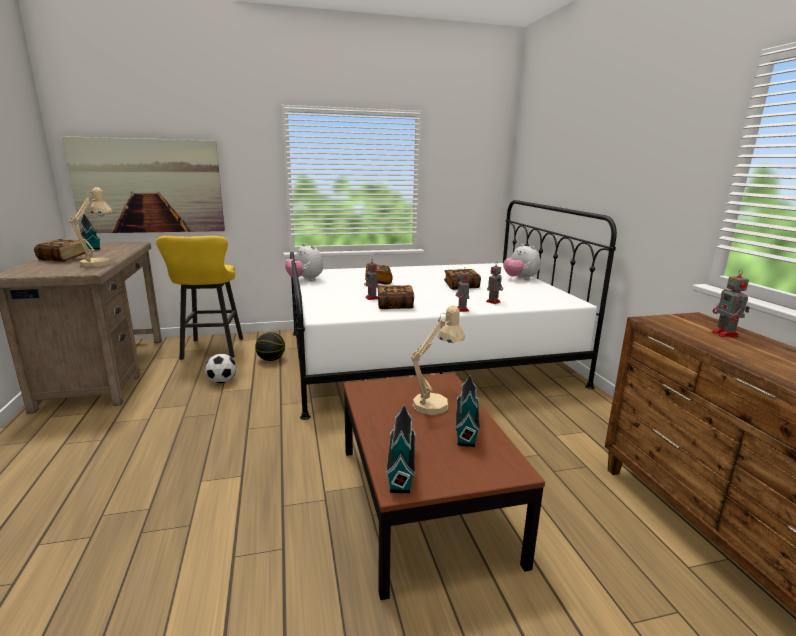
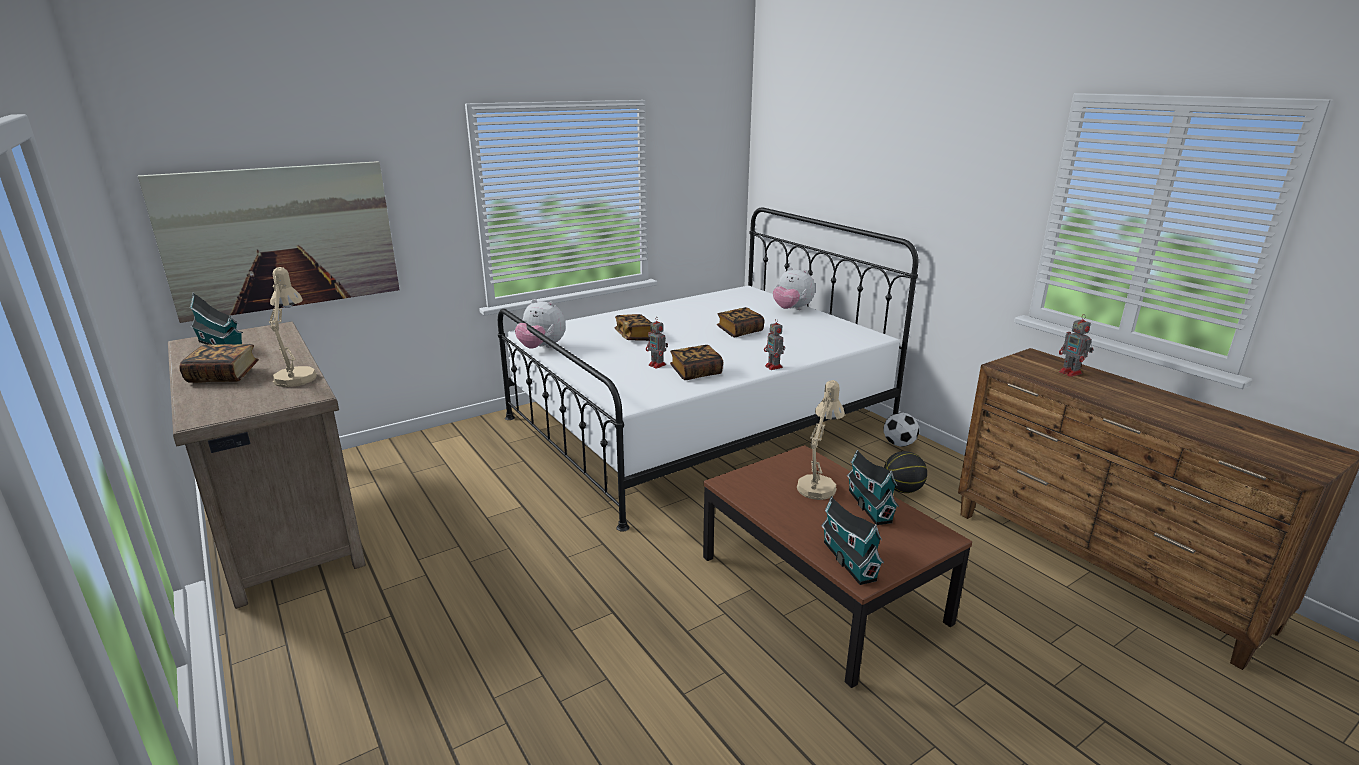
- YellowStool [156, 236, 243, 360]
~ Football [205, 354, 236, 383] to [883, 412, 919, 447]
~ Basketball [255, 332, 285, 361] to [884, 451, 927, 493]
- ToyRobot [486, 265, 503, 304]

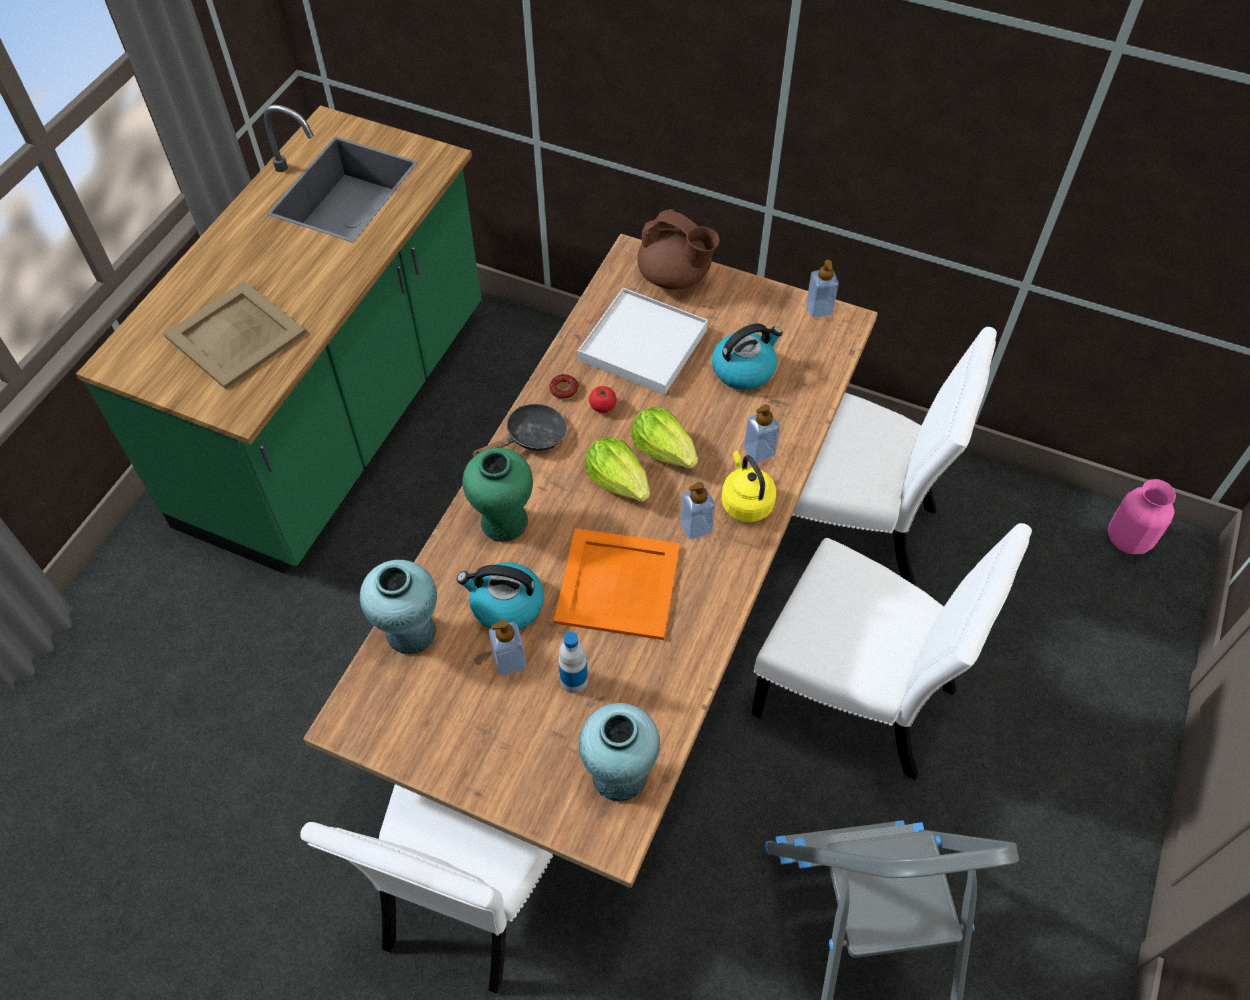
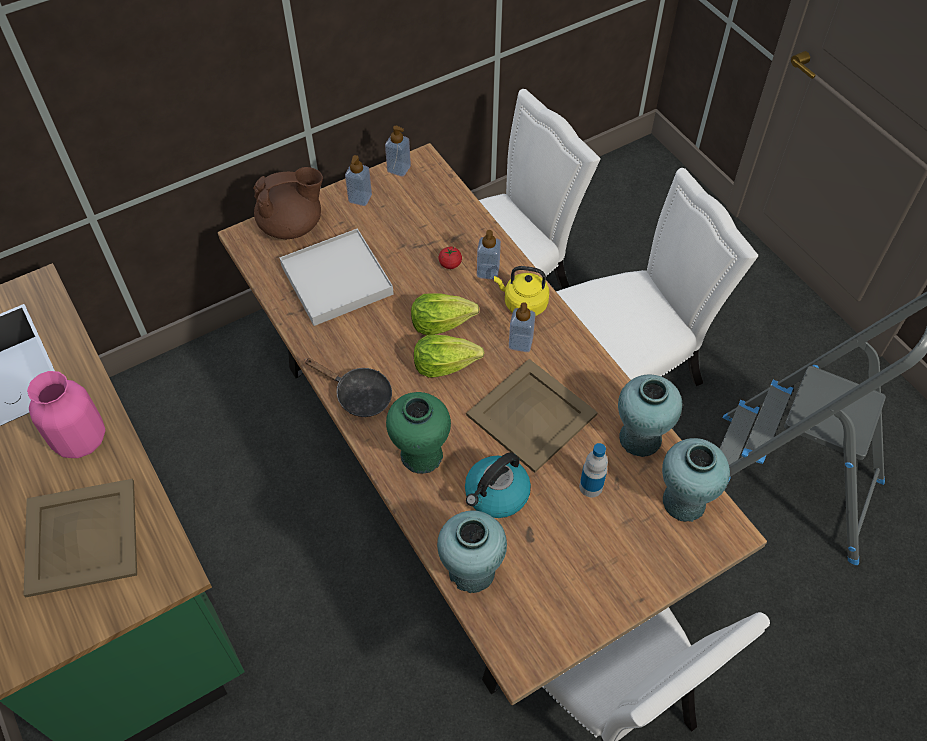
~ BlackFryingPan [472, 404, 567, 457] = [305, 358, 392, 417] 120 degrees clockwise
~ SoapDispenser [489, 620, 526, 676] to [345, 155, 372, 206]
- Donut [549, 374, 579, 400]
~ OrangeTray [554, 528, 680, 640] to BeigeTray [466, 359, 598, 473]
~ Tomato [589, 386, 617, 413] to [439, 247, 462, 269]
- Kettle [712, 323, 783, 390]
~ PinkVase [1108, 479, 1176, 554] to [27, 371, 105, 458]
+ TurquoiseVase [618, 374, 682, 457]

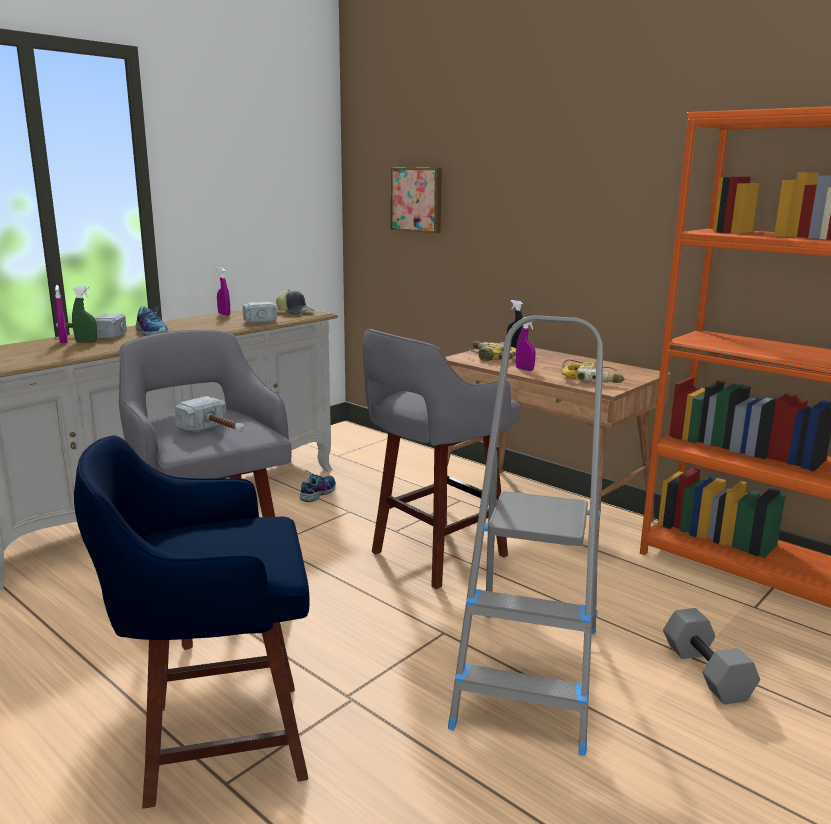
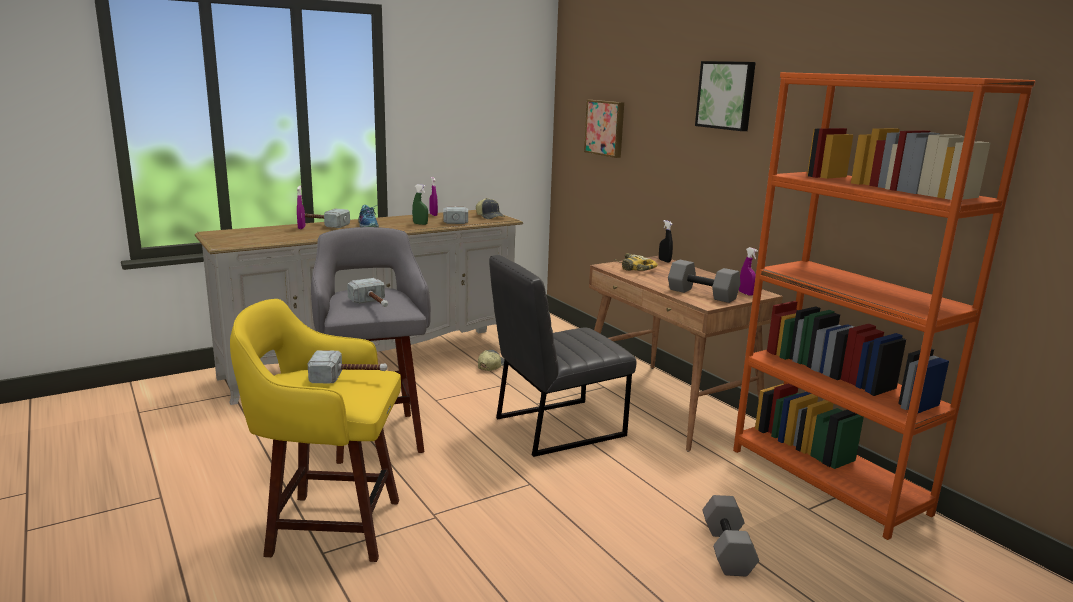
~ GreenSprayBottle [72, 286, 97, 343] to [412, 184, 428, 225]
~ BlueStool [74, 435, 310, 809] to YellowStool [230, 299, 401, 562]
~ Shoe [300, 472, 336, 502] to Cap [478, 350, 504, 371]
~ GreyStool [363, 329, 520, 589] to GreyChair [489, 255, 636, 457]
- GreyStepLadder [448, 315, 603, 756]
~ PurpleSprayBottle [516, 317, 535, 371] to [739, 247, 758, 296]
~ PowerDrill [561, 360, 625, 383] to GreyDumbbell [668, 260, 741, 303]
+ Hammer [308, 350, 387, 383]
+ Picture [695, 61, 756, 131]

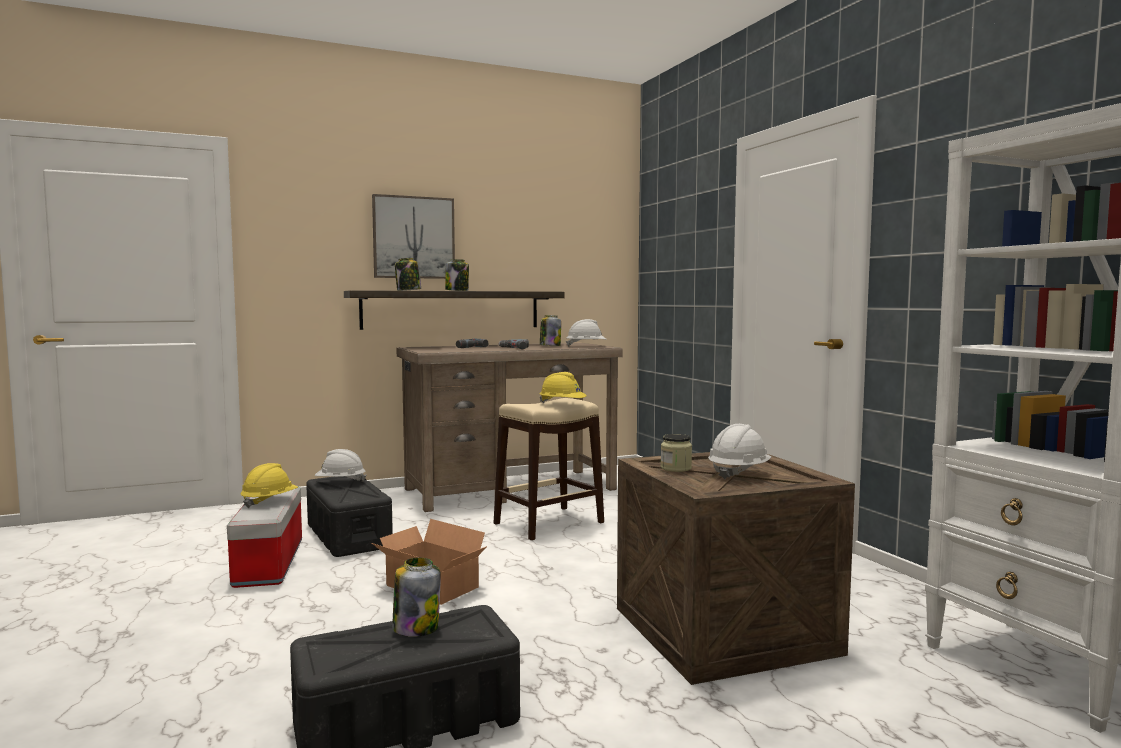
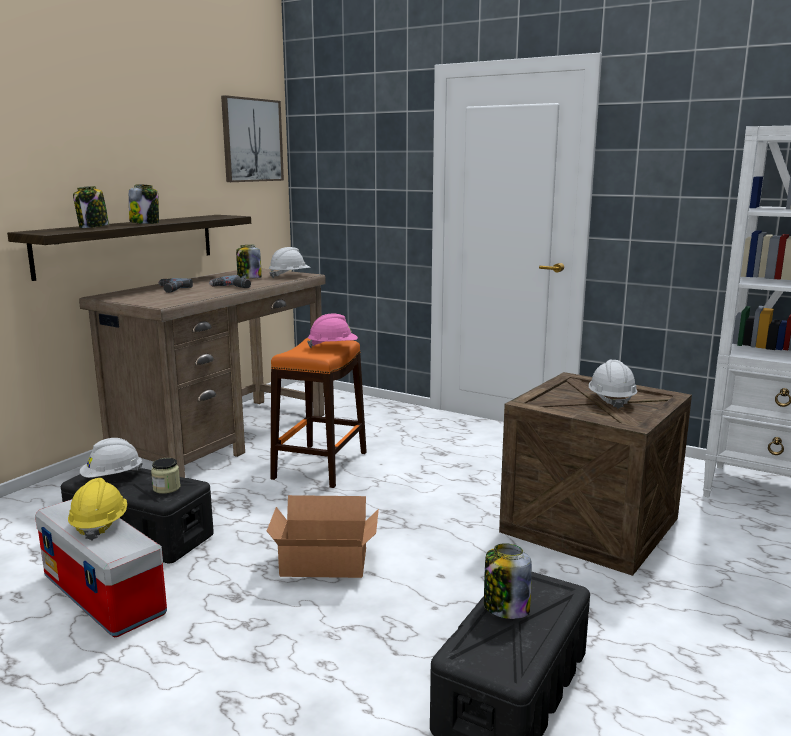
~ Picture [372, 194, 455, 279] to [221, 95, 284, 182]
~ BeigeStool [494, 398, 604, 540] to OrangeStool [270, 338, 367, 488]
~ YellowHardHat [540, 372, 587, 403] to PinkHardHat [307, 313, 358, 348]
~ Jar [661, 434, 692, 472] to [151, 458, 180, 494]

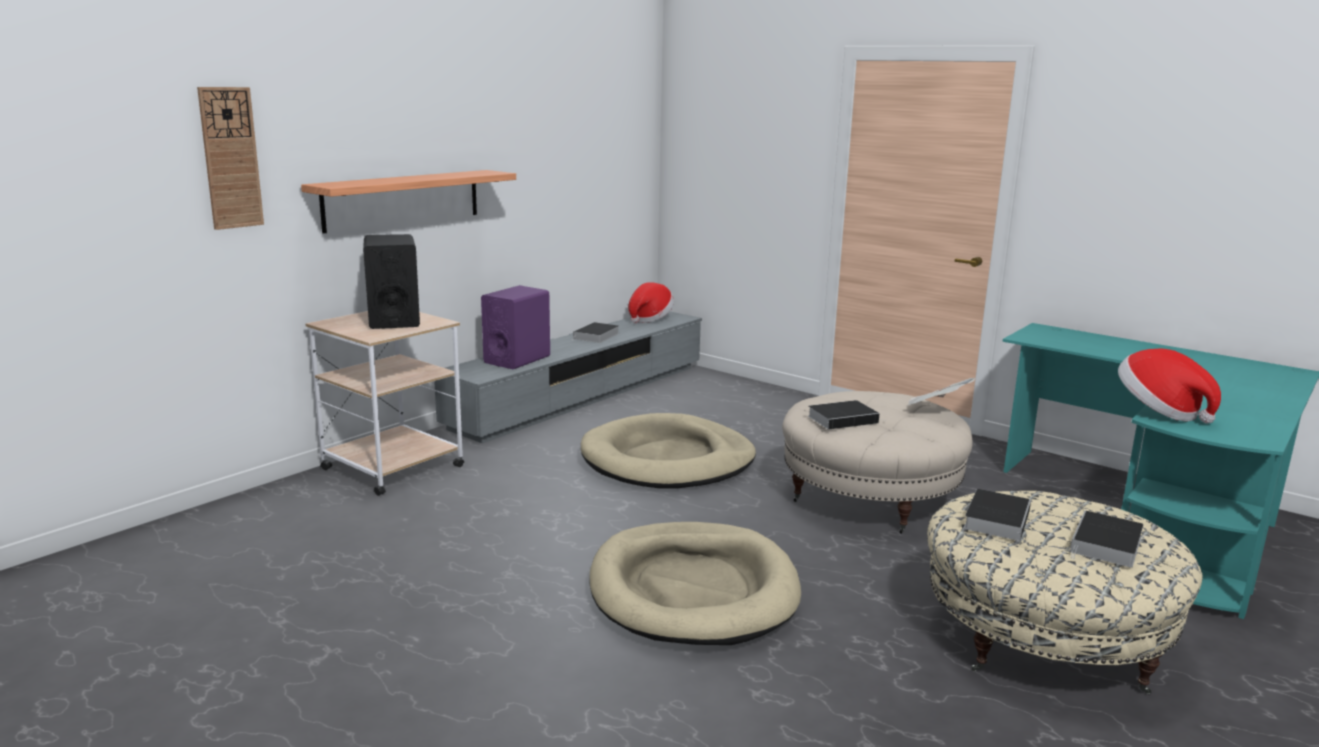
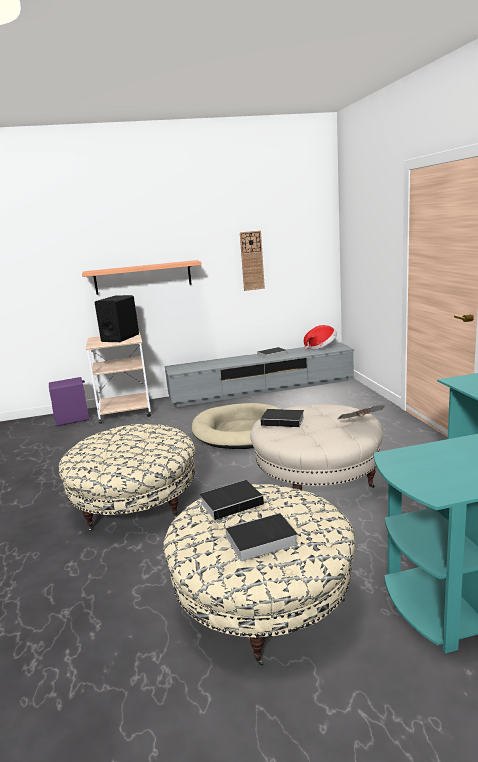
~ WallClock [197, 87, 264, 230] to [240, 231, 265, 291]
~ PurpleSpeaker [481, 285, 550, 369] to [49, 377, 89, 426]
~ BeigeDogBed [589, 522, 801, 645] to BeigeOttoman [59, 424, 195, 531]
- Hat [1118, 348, 1221, 424]

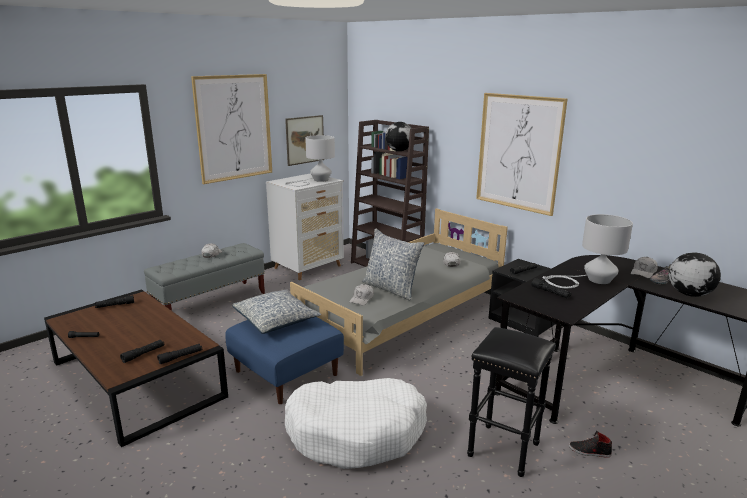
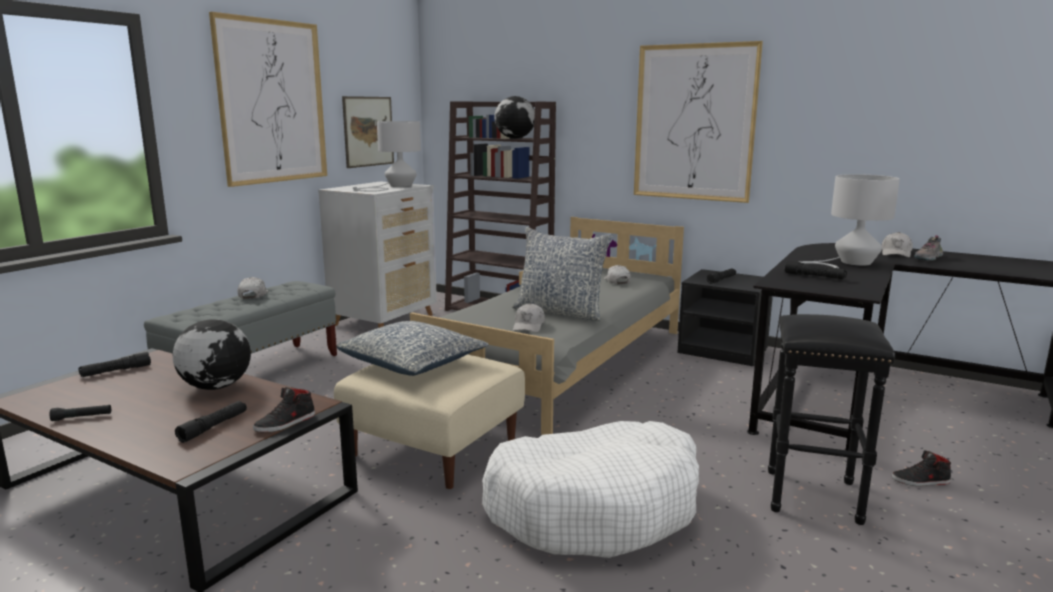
~ BlackFlashlight [157, 344, 202, 364] to BlackShoe [253, 387, 315, 432]
~ BlueOttoman [225, 317, 344, 404] to BeigeOttoman [334, 354, 525, 489]
~ Globe [669, 252, 721, 297] to [173, 319, 251, 390]

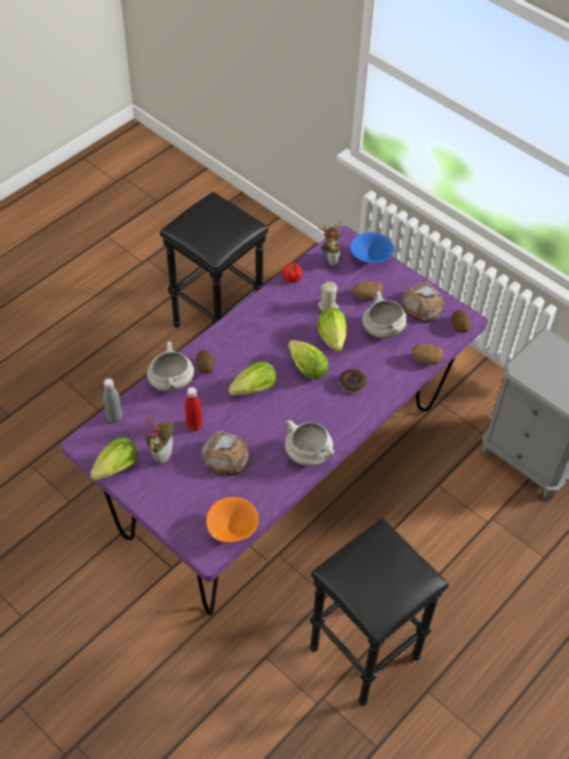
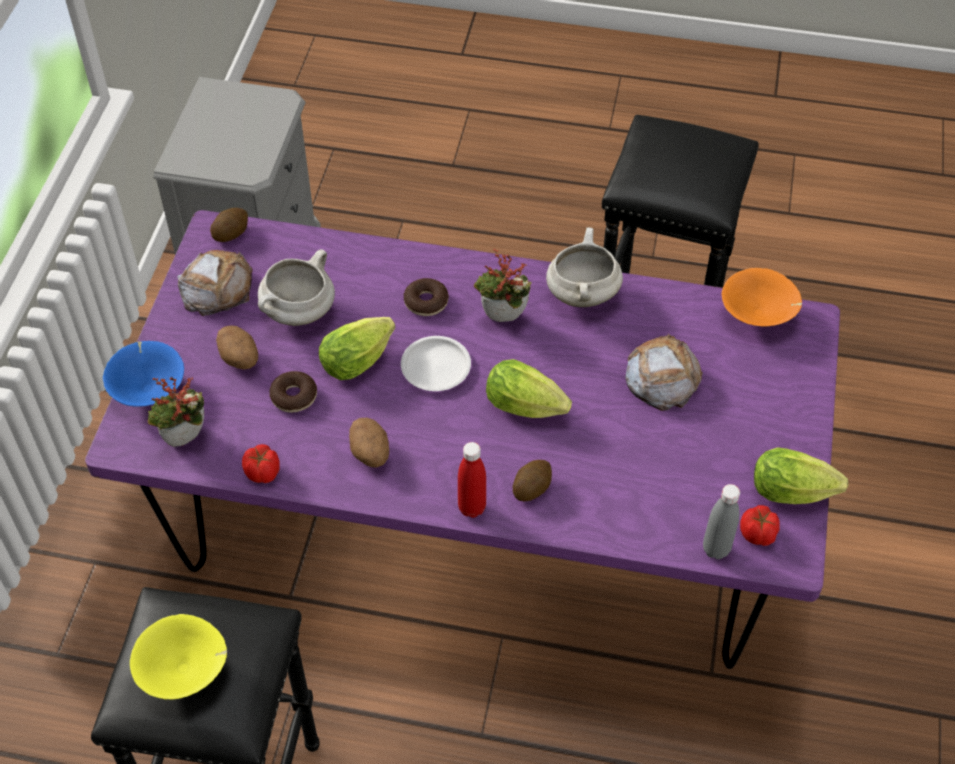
~ PottedPlant [145, 416, 174, 464] to [474, 249, 532, 322]
- WhiteCookingPot [147, 341, 194, 392]
~ RedBottle [185, 387, 202, 431] to [458, 442, 486, 518]
~ Lettuce [288, 340, 329, 379] to WhitePlate [401, 336, 471, 391]
~ BeigeCandle [318, 281, 339, 311] to Donut [269, 371, 317, 413]
~ Potato [412, 344, 444, 365] to [349, 418, 389, 468]
+ YellowBowl [130, 614, 227, 699]
+ Tomato [740, 505, 780, 546]

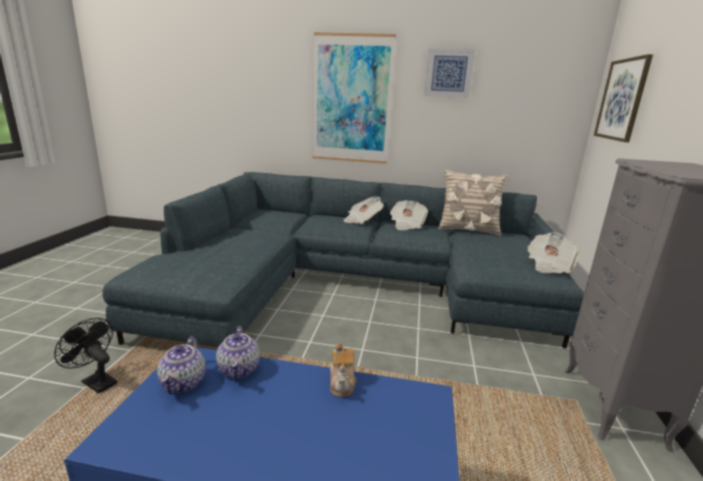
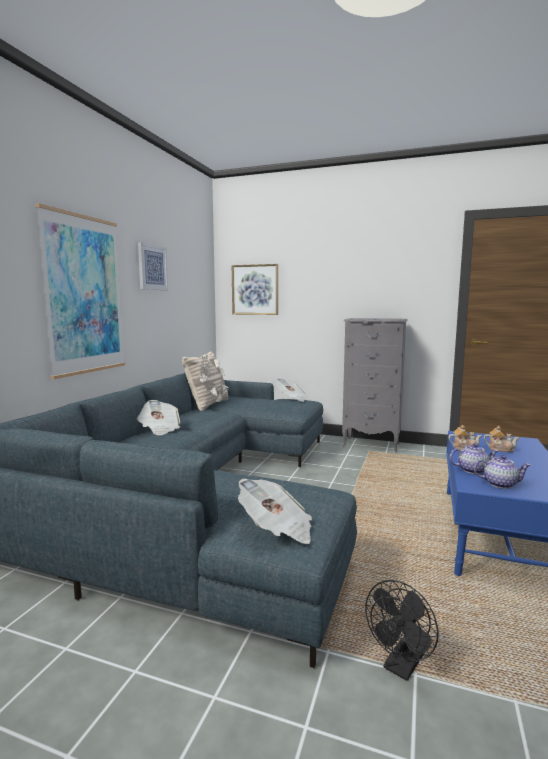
~ Newspaper [390, 200, 428, 230] to [238, 479, 312, 544]
+ Teapot [484, 426, 519, 452]

